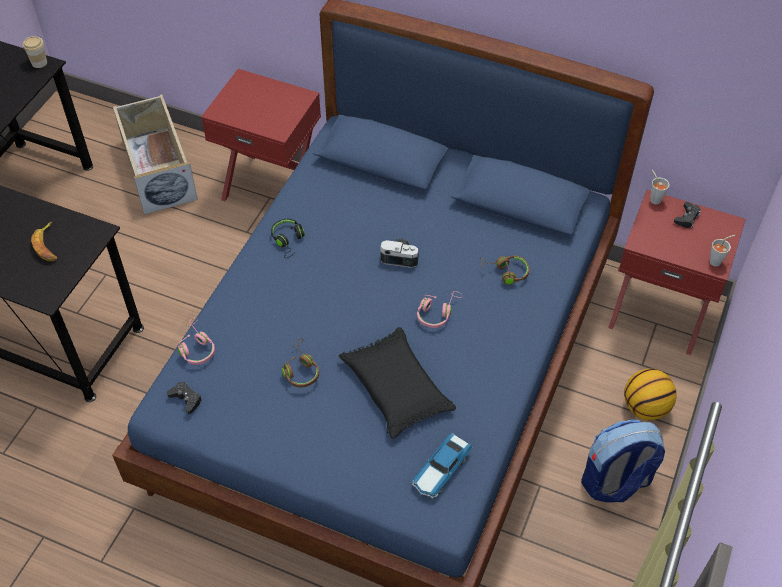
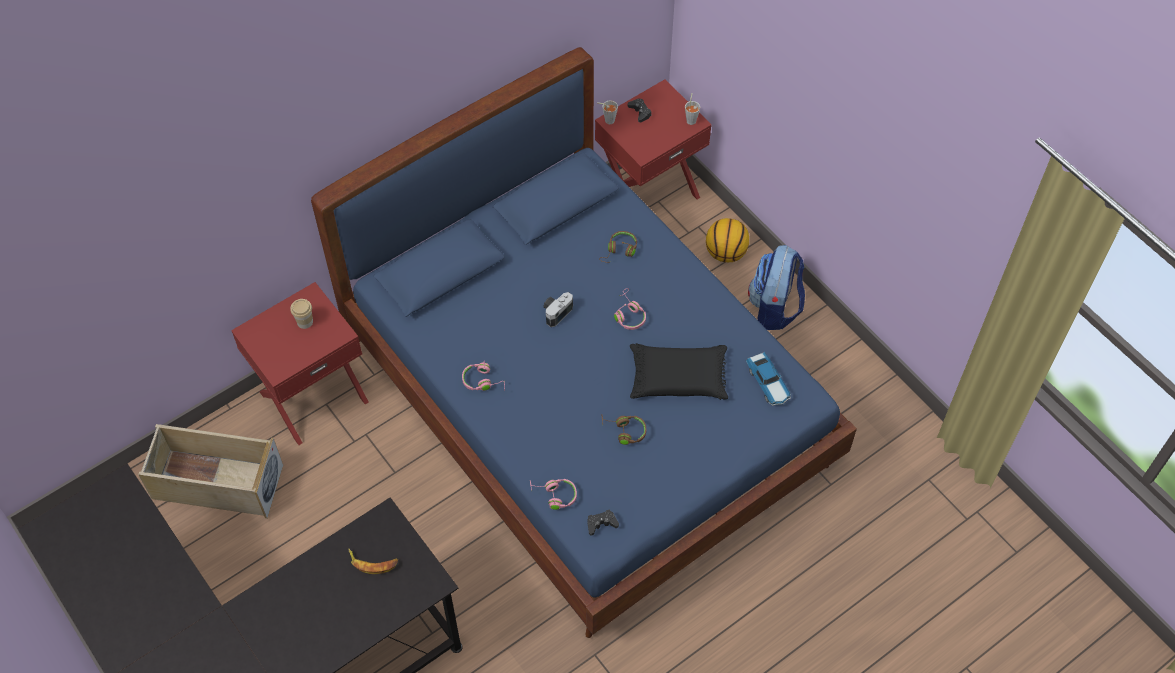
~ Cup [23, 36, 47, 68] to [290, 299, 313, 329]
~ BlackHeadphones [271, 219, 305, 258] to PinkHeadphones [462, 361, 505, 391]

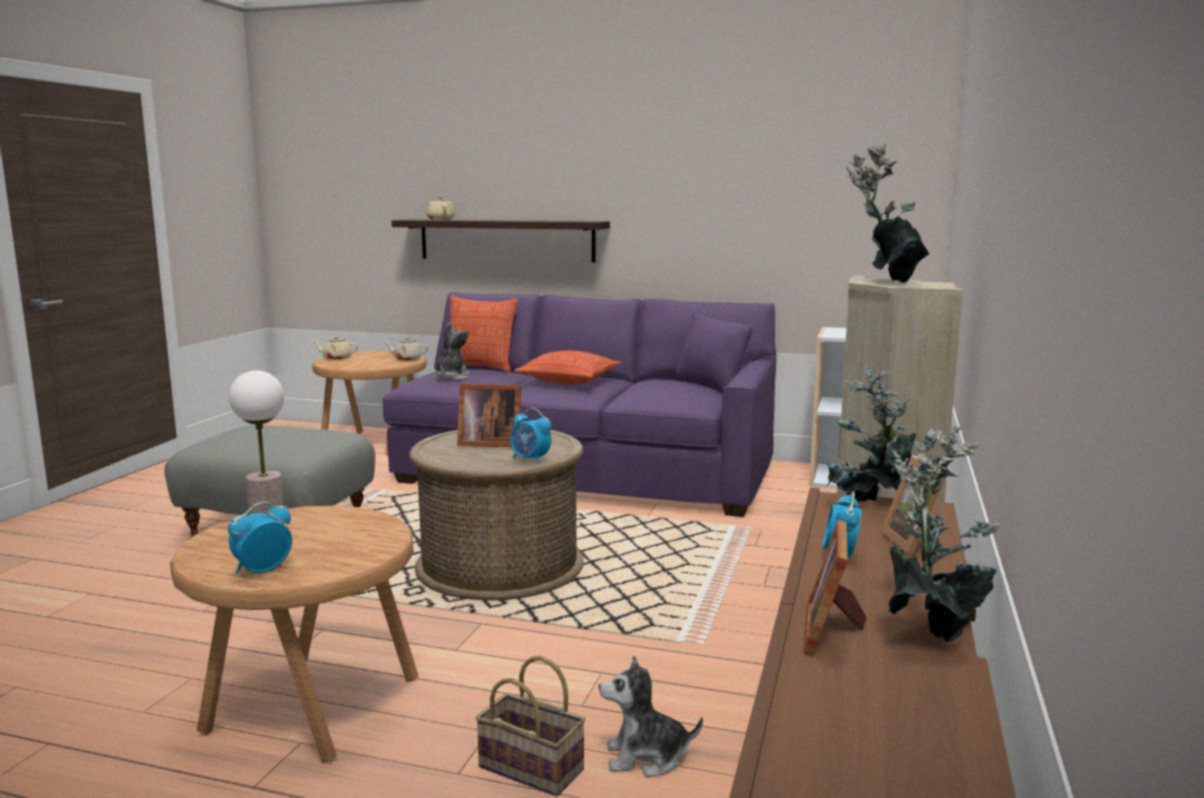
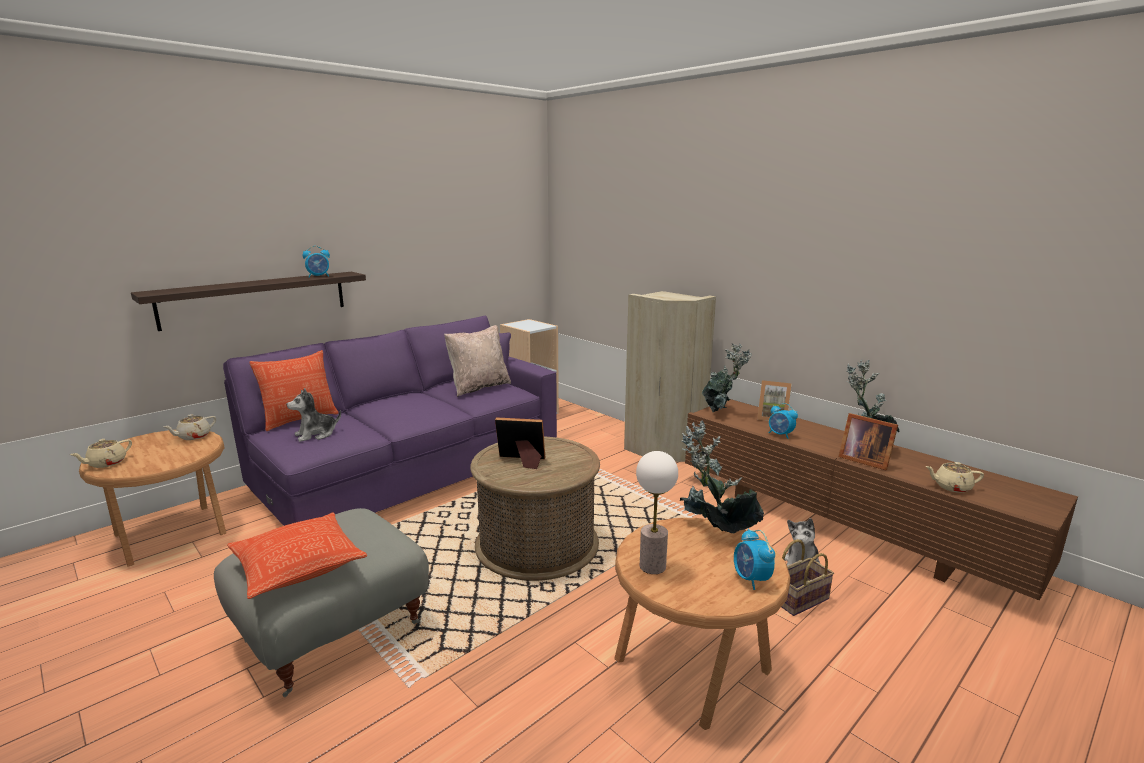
~ BeigeTeapot [426, 197, 455, 220] to [925, 462, 984, 493]
~ PlushToy [434, 322, 469, 381] = [287, 388, 341, 442] 75 degrees counterclockwise
~ PictureFrame [457, 383, 521, 447] = [495, 417, 545, 469] 120 degrees counterclockwise
~ AlarmClock [510, 408, 552, 464] to [302, 246, 330, 278]
~ OrangePillow [514, 351, 621, 385] to [227, 512, 367, 599]
~ PottedPlant [846, 143, 930, 283] to [680, 421, 764, 533]
+ BeigePillow [444, 325, 511, 397]

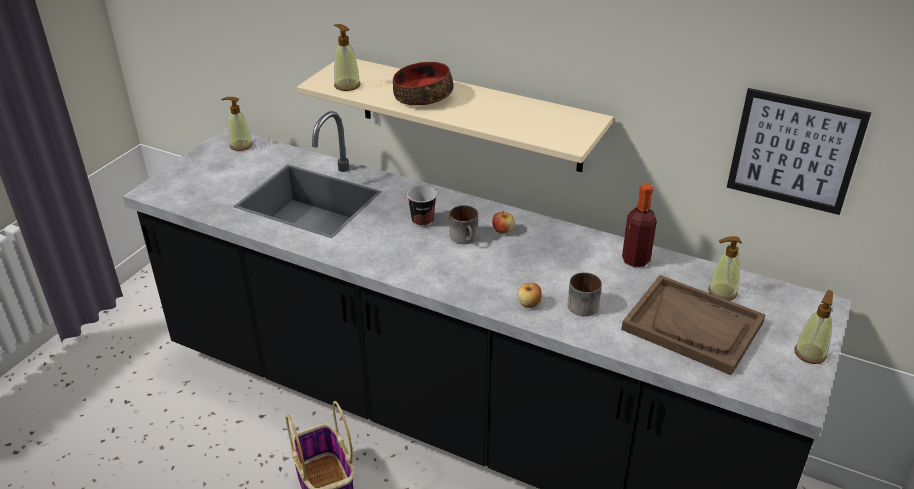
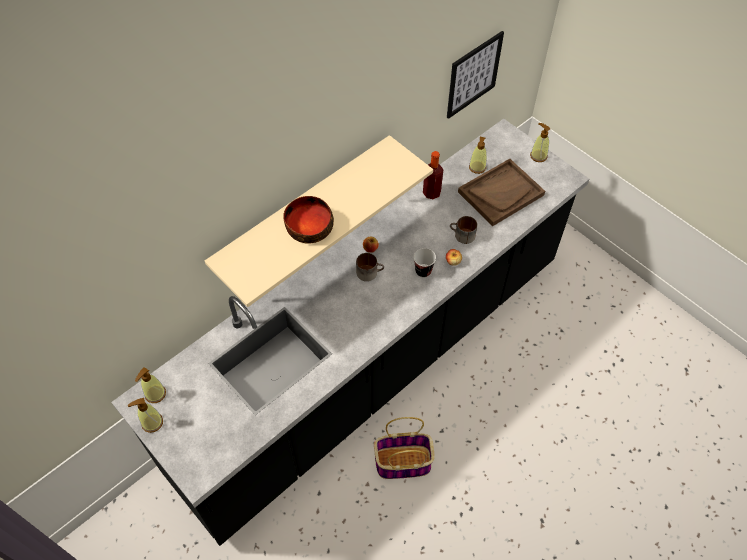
~ SoapDispenser [334, 24, 360, 91] to [128, 398, 163, 433]
~ Cup [407, 186, 437, 227] to [414, 248, 436, 278]

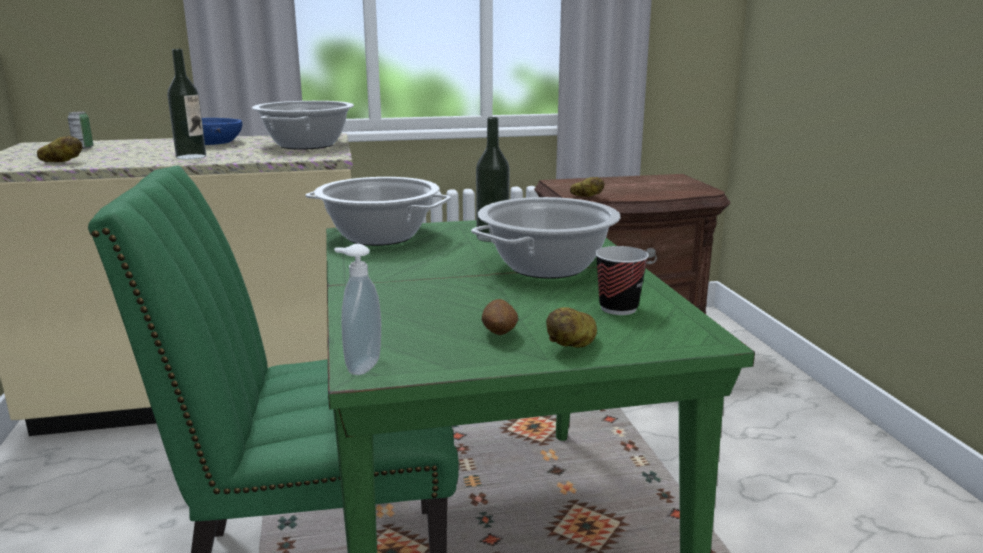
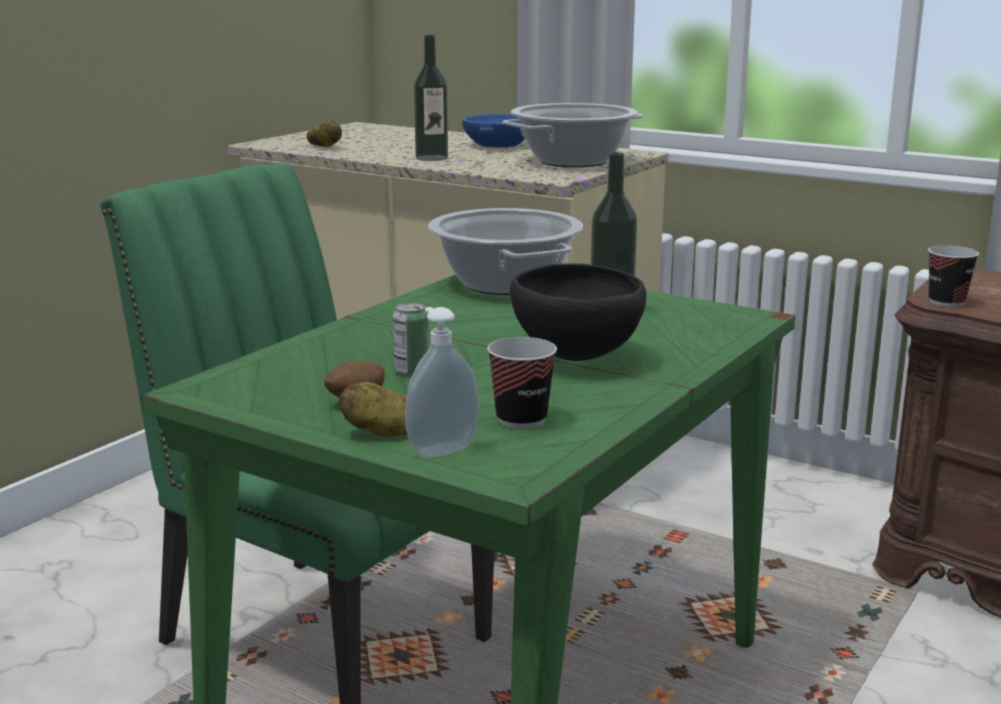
~ Can [68, 112, 93, 149] to [392, 302, 429, 376]
~ SoapDispenser [334, 244, 381, 375] to [405, 307, 479, 457]
~ CookingPot [471, 197, 620, 279] to BlackBowl [510, 263, 646, 361]
~ Potato [570, 177, 605, 197] to Cup [928, 245, 979, 307]

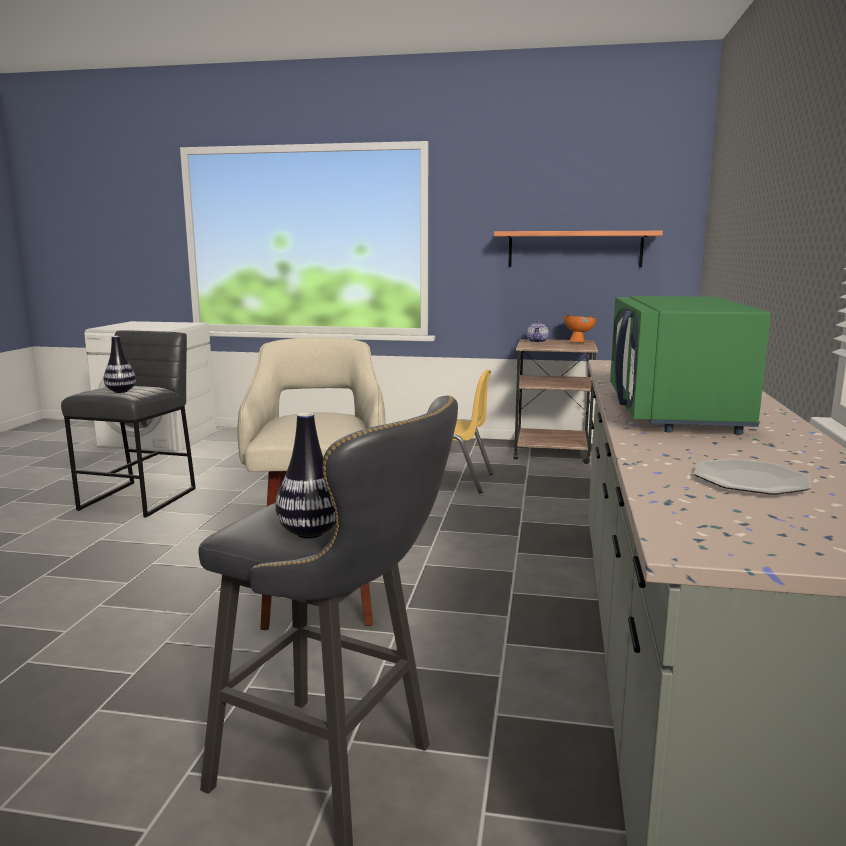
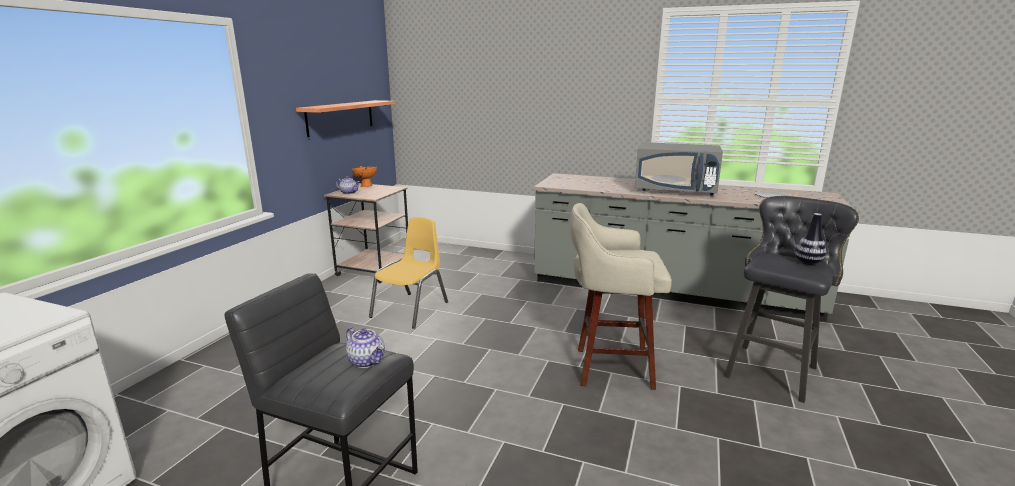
~ Vase [104, 336, 136, 393] to Teapot [346, 327, 385, 368]
~ GreenMicrowave [610, 296, 771, 435] to GreyMicrowave [635, 142, 723, 196]

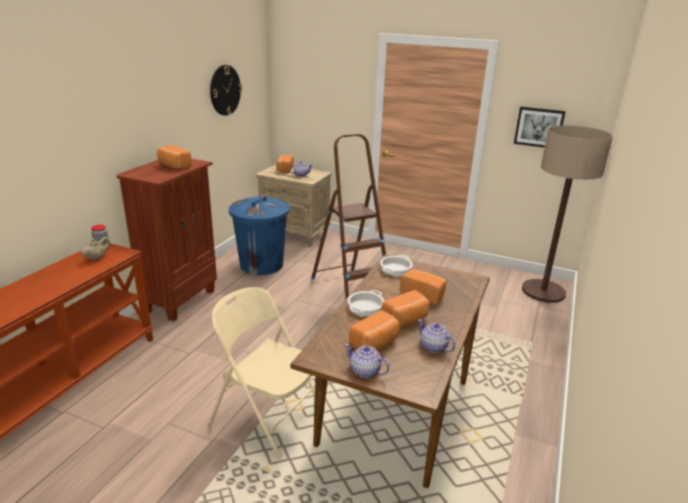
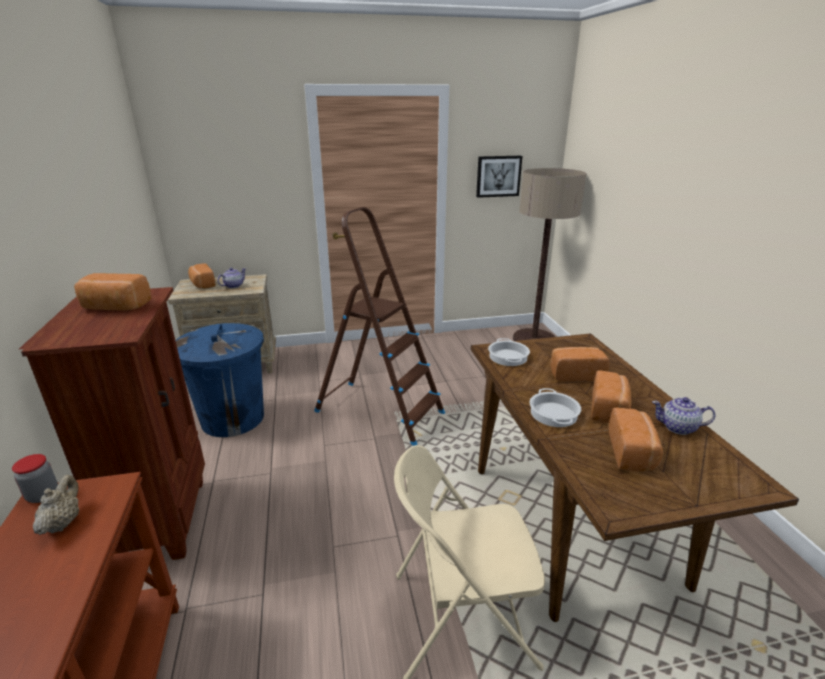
- WallClock [210, 65, 242, 116]
- Teapot [344, 344, 390, 378]

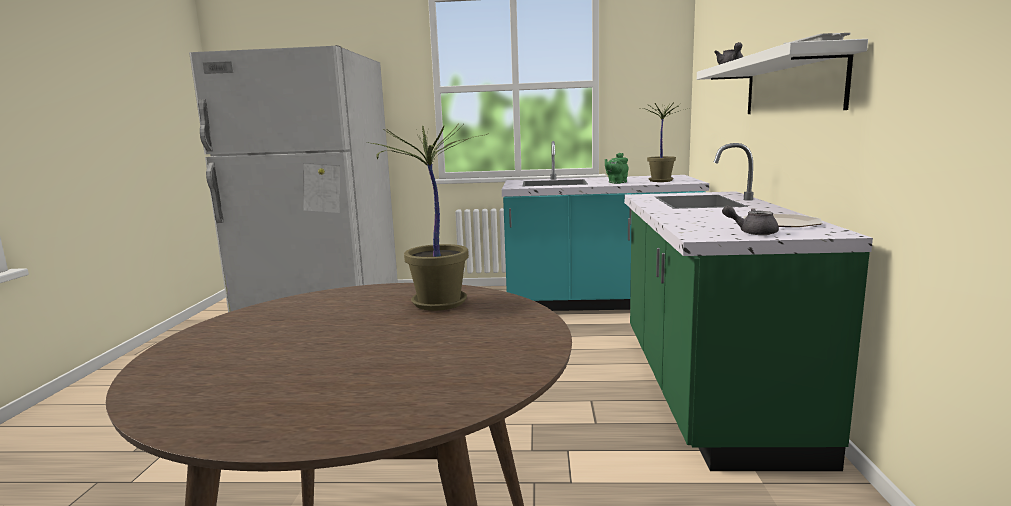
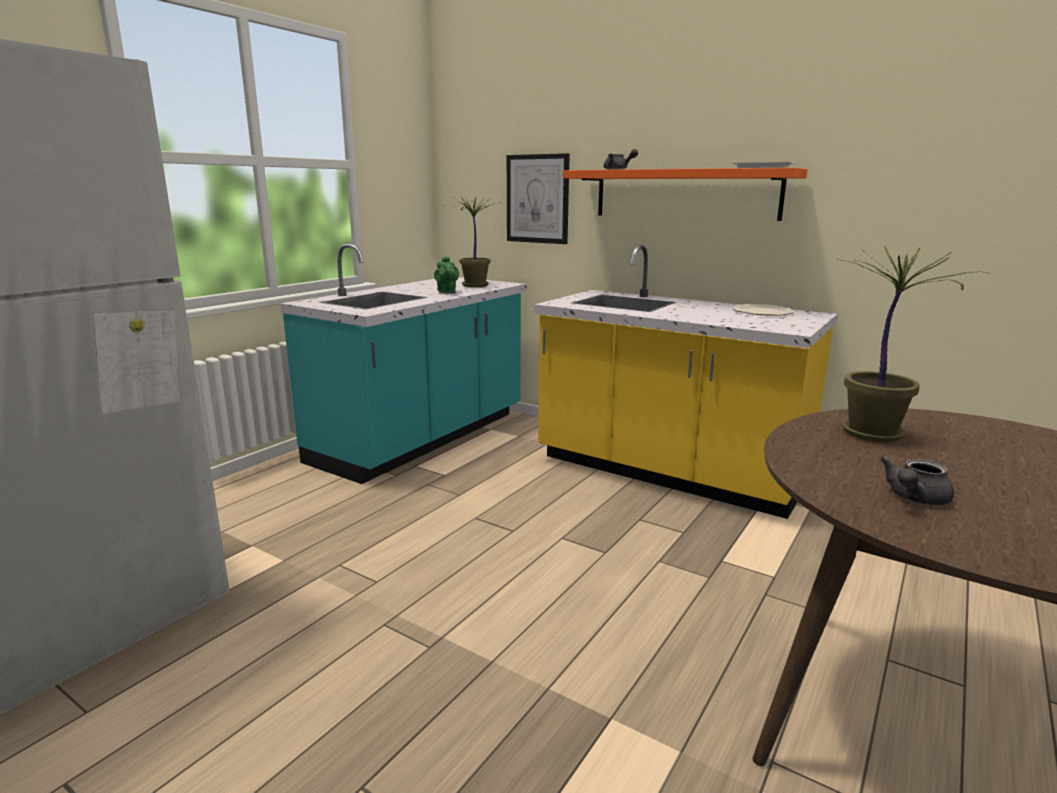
~ GreenCounter [624, 143, 873, 471] to YellowCounter [534, 245, 837, 519]
~ WhiteShelf [697, 39, 868, 114] to OrangeShelf [563, 168, 807, 221]
~ GreyTeapot [722, 205, 779, 235] to [880, 456, 954, 505]
+ Picture [507, 153, 570, 244]

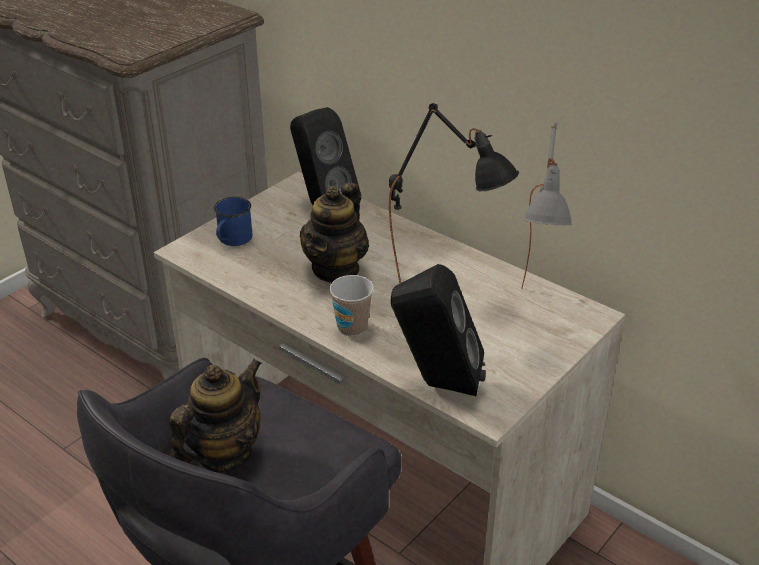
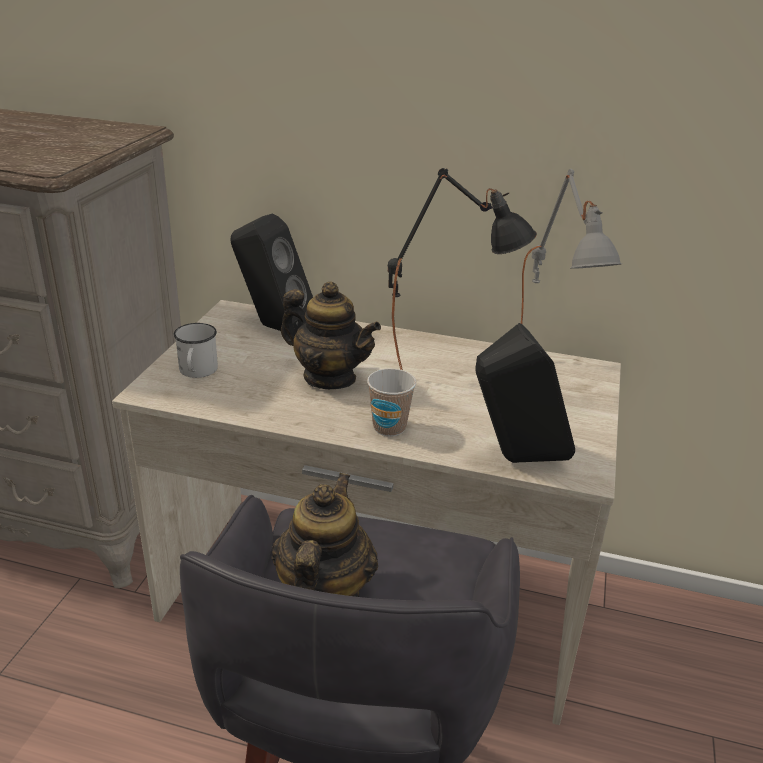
~ BlueMug [214, 197, 252, 246] to WhiteMug [174, 323, 218, 378]
~ Teapot [300, 182, 369, 283] = [281, 282, 381, 389] 60 degrees counterclockwise

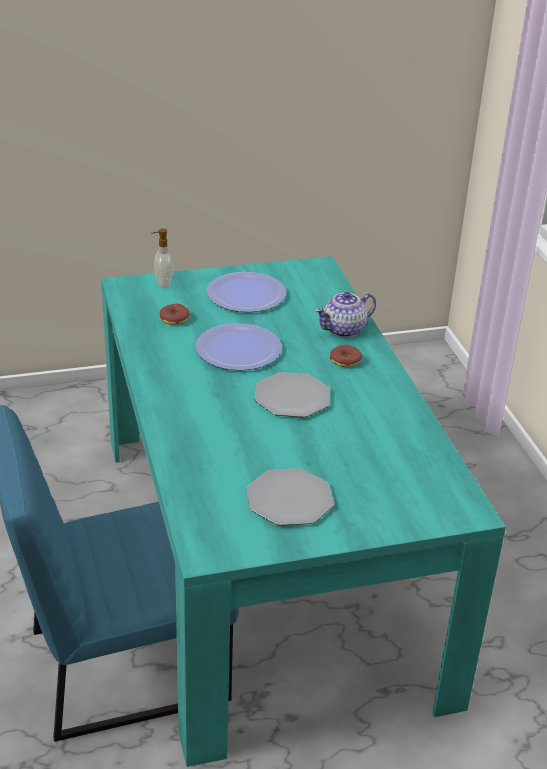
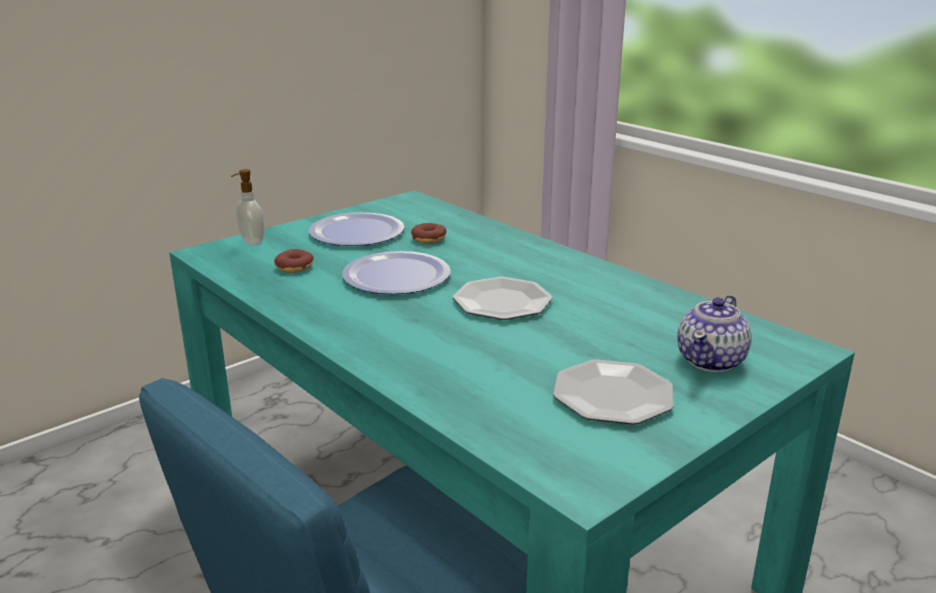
~ Teapot [315, 292, 376, 338] to [677, 295, 752, 372]
~ Donut [330, 345, 362, 367] to [411, 223, 446, 243]

